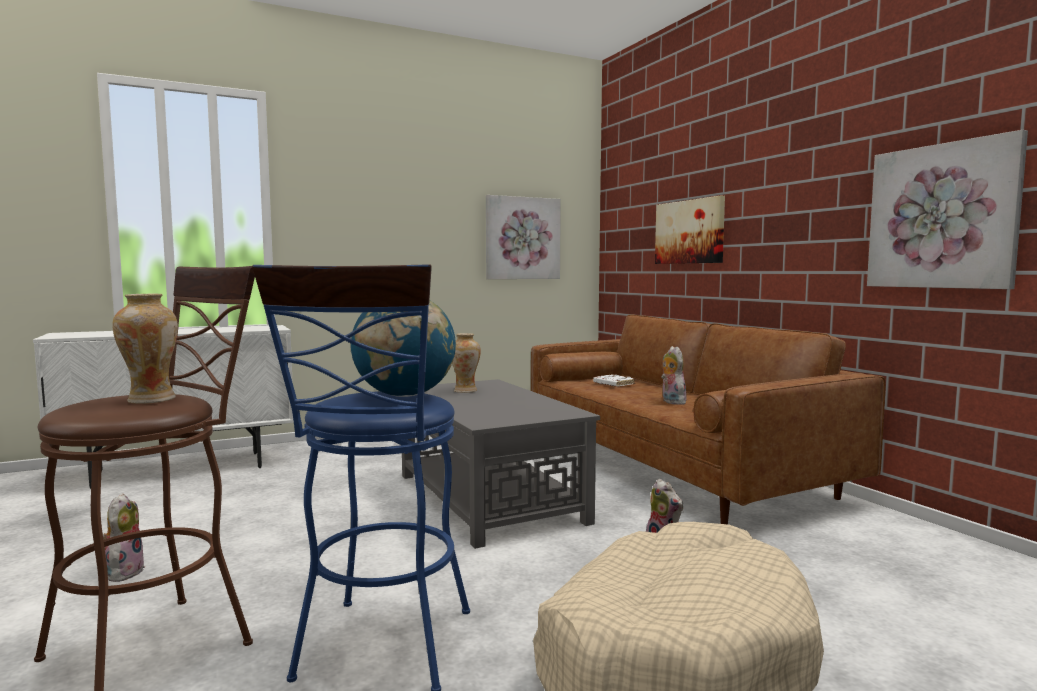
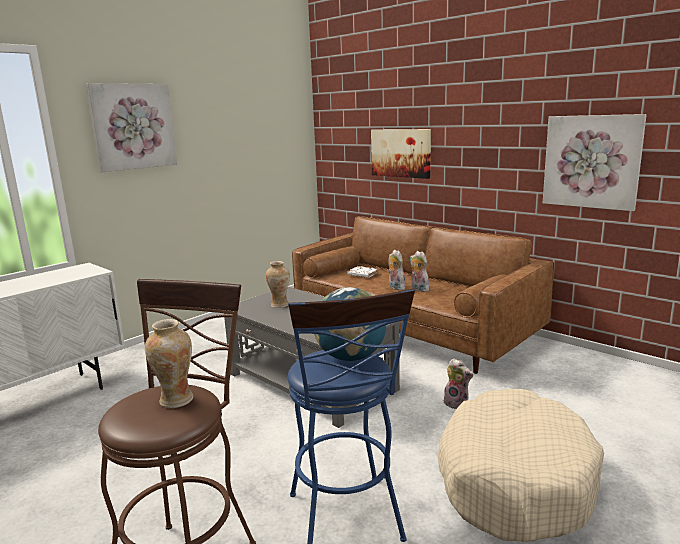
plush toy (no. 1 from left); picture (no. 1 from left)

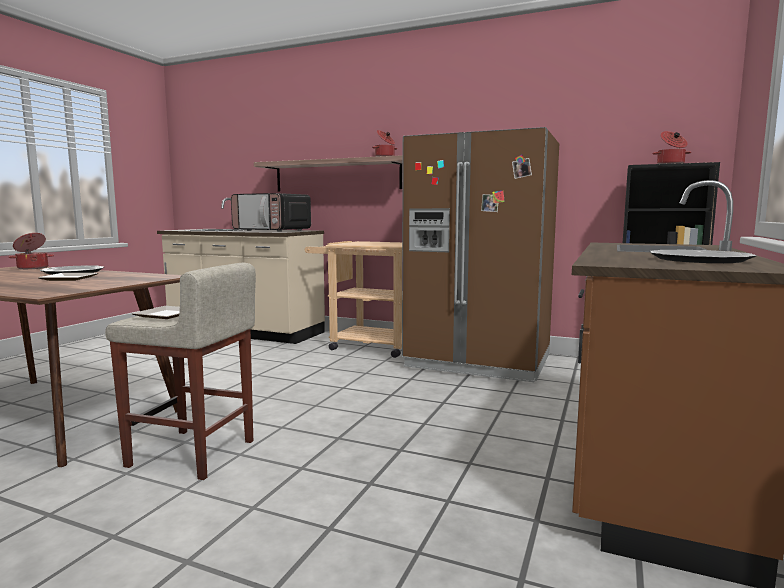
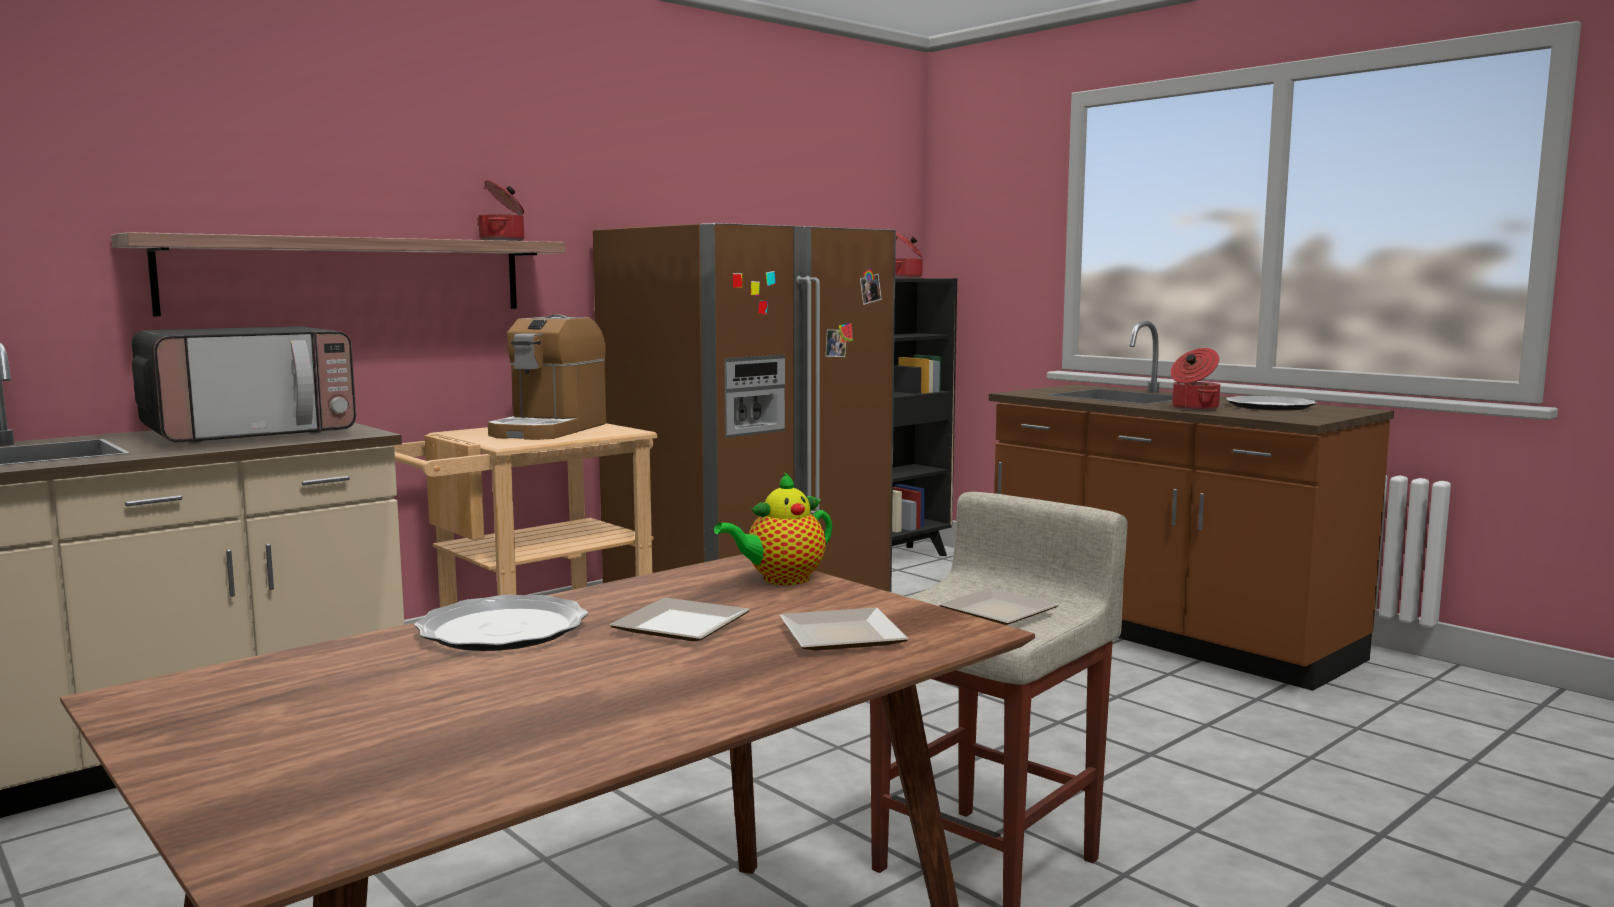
coffee machine; teapot; plate (no. 3 from left); cooking pot (no. 3 from left)

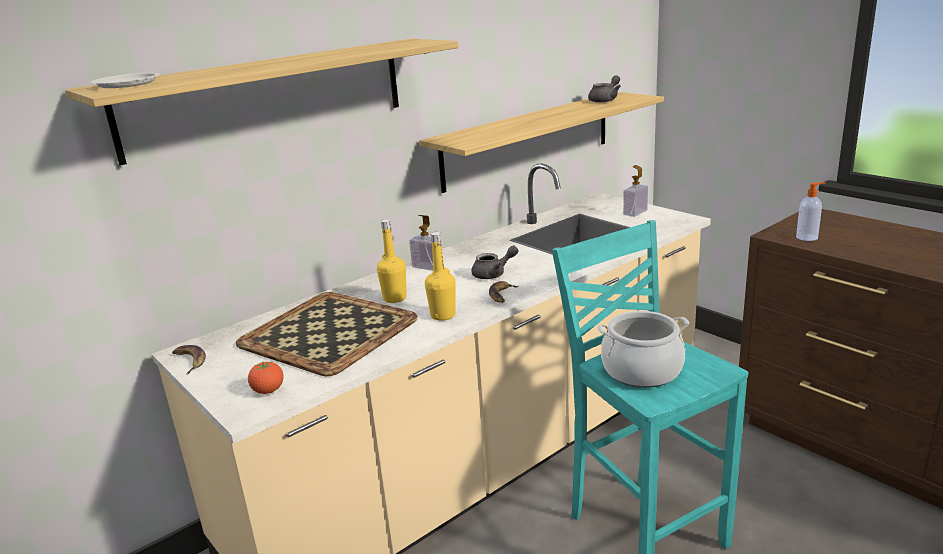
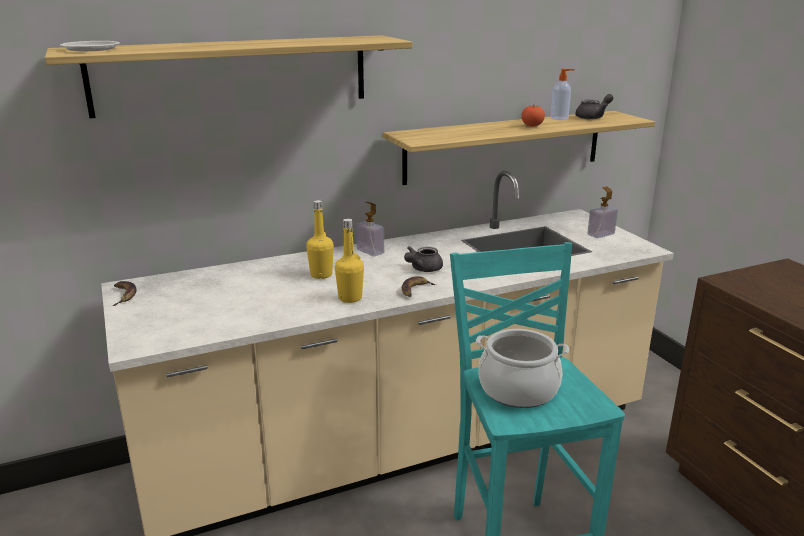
tray; tomato; soap dispenser (no. 2 from left); grey teapot (no. 1 from left)

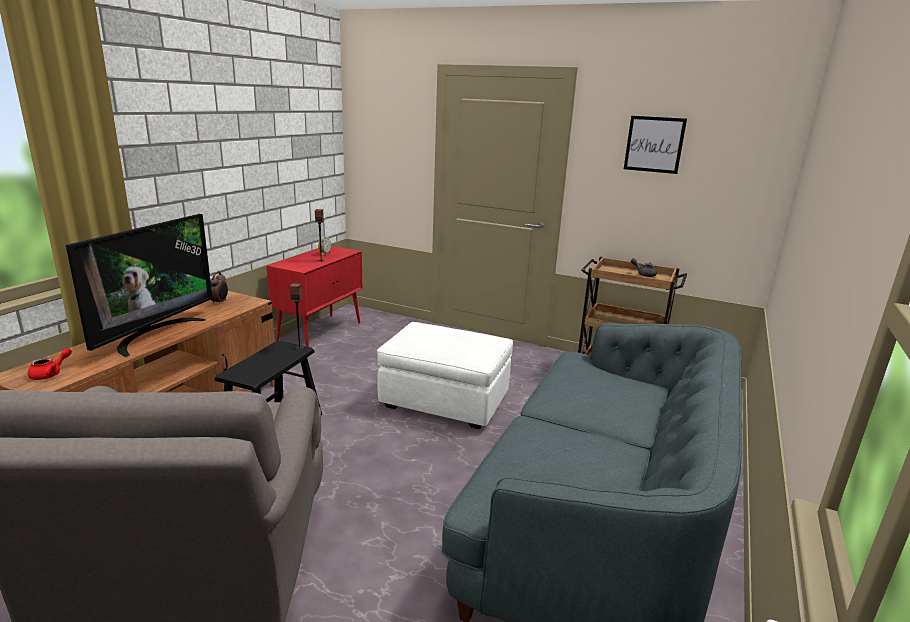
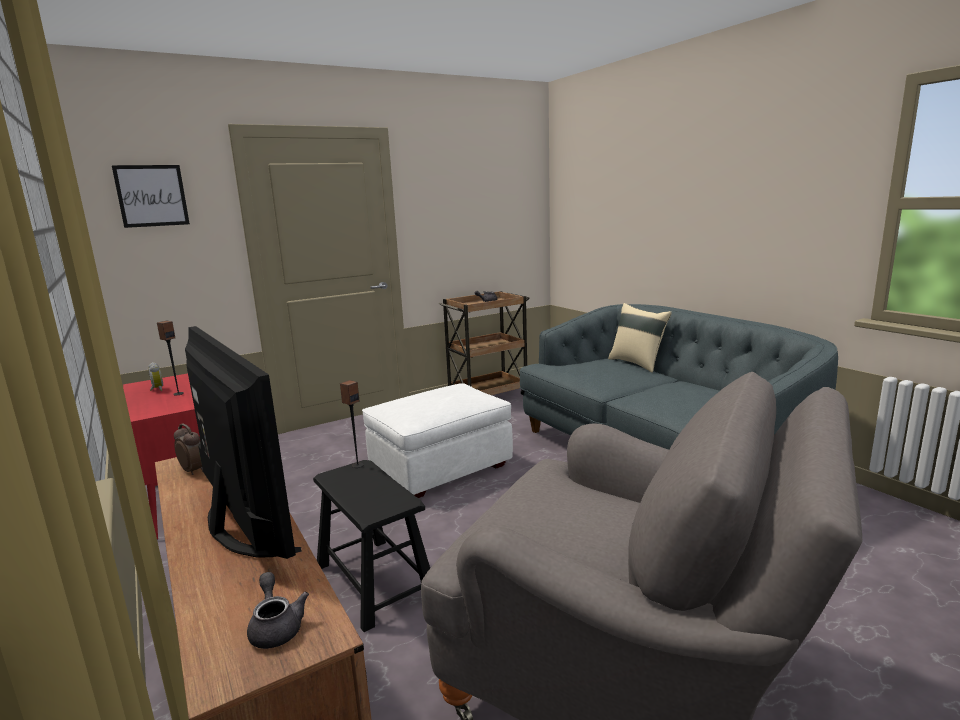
beige pillow; picture; grey teapot (no. 1 from left)

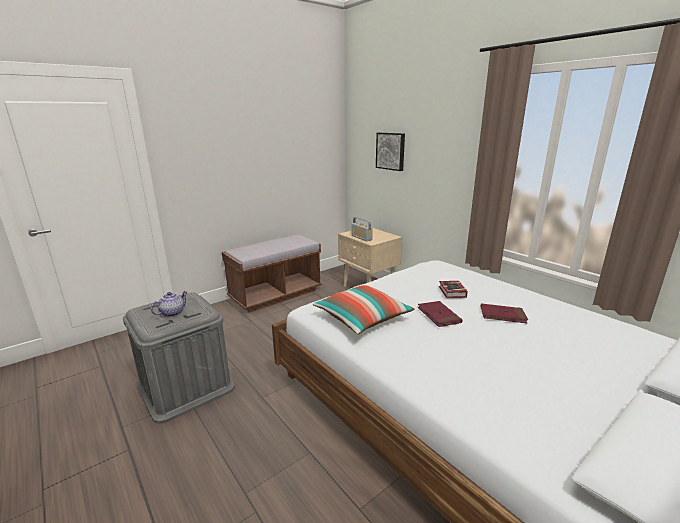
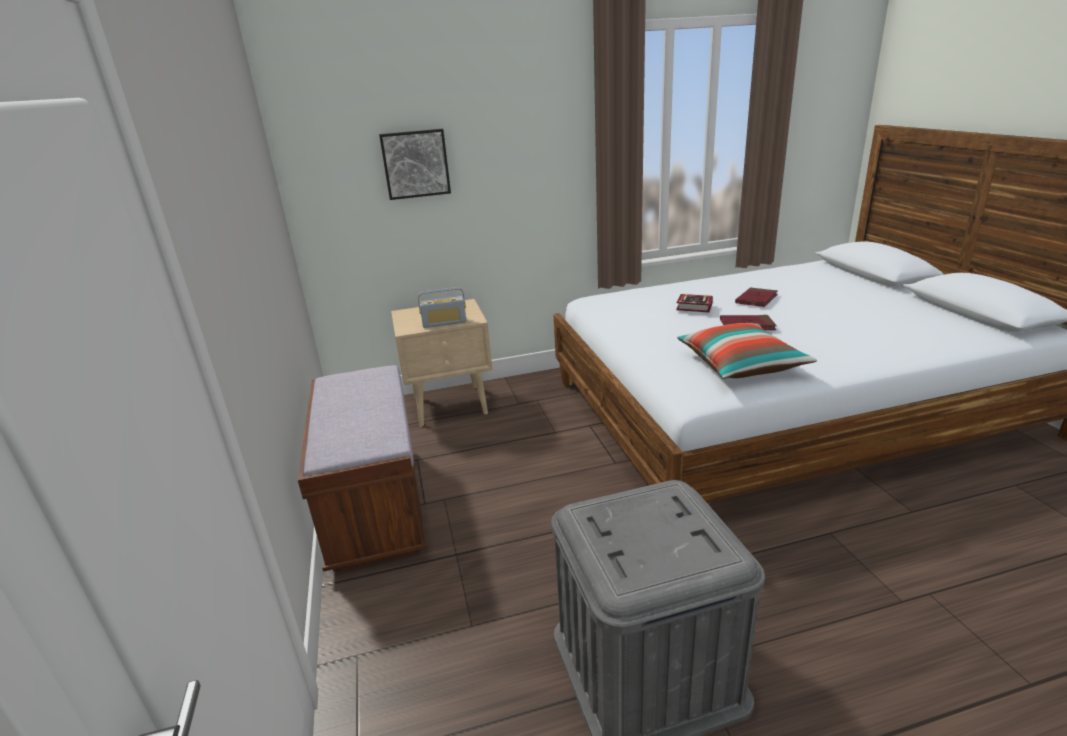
teapot

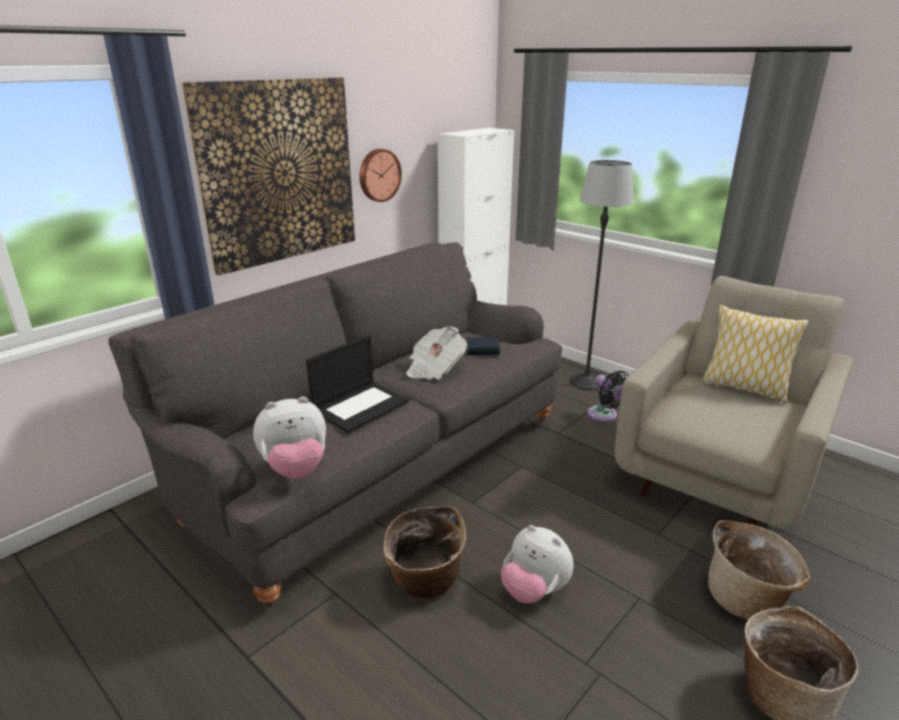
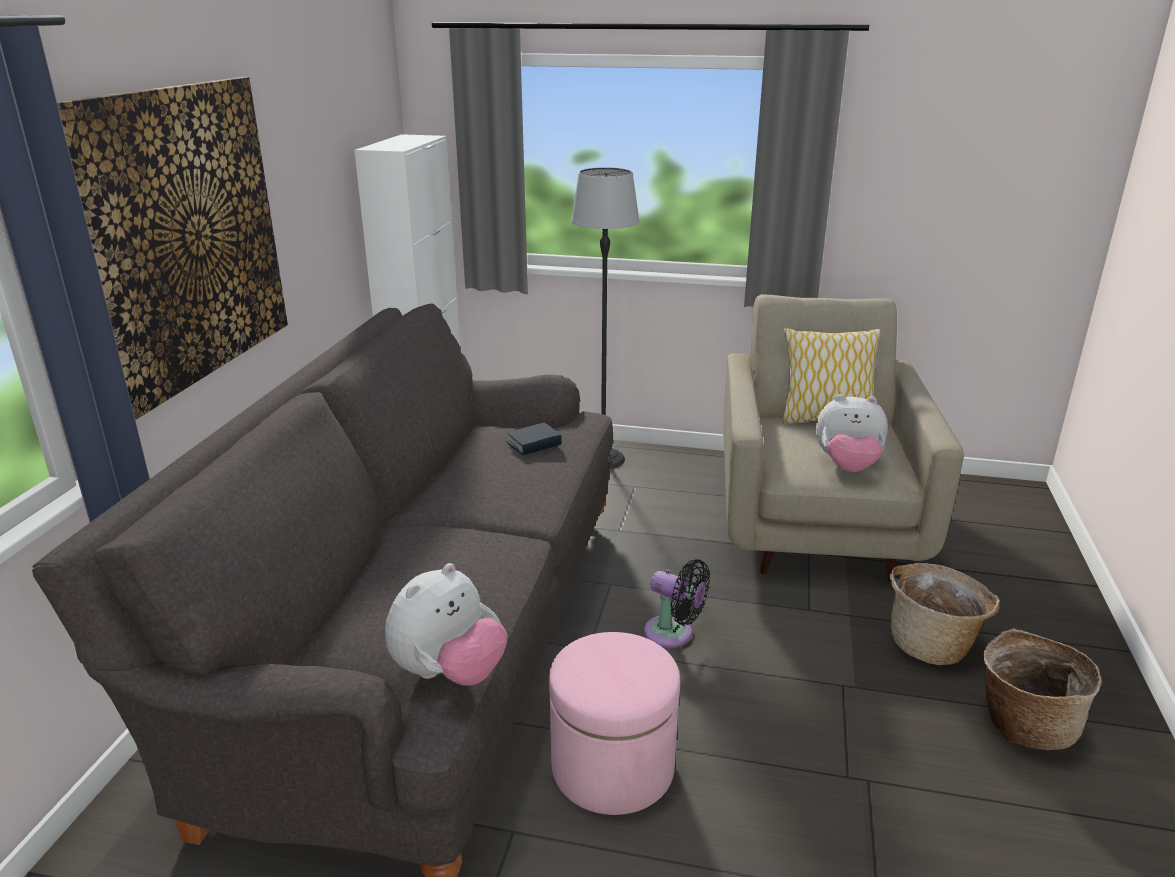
laptop; wall clock; newspaper; plush toy (no. 2 from left); black fan; pink ottoman

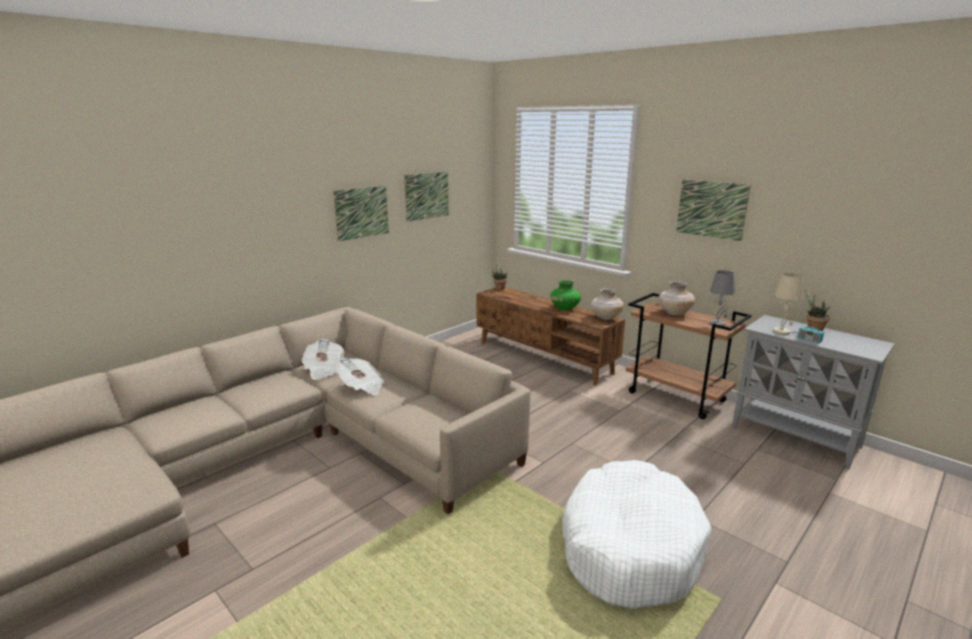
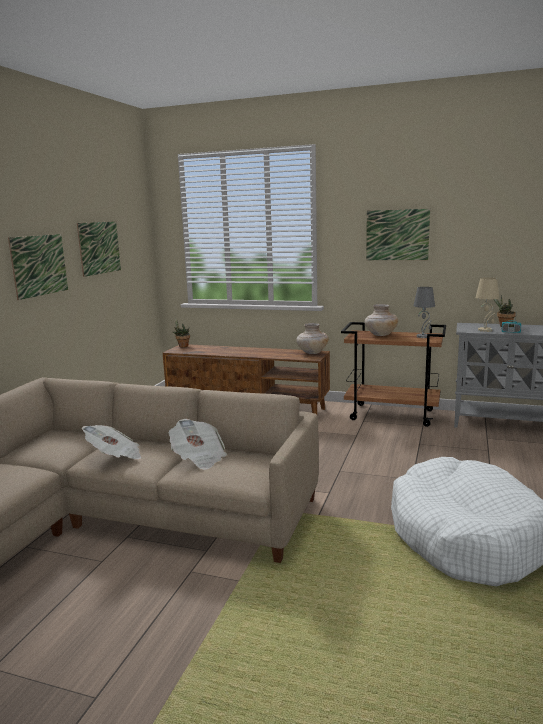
green vase; newspaper (no. 2 from left)

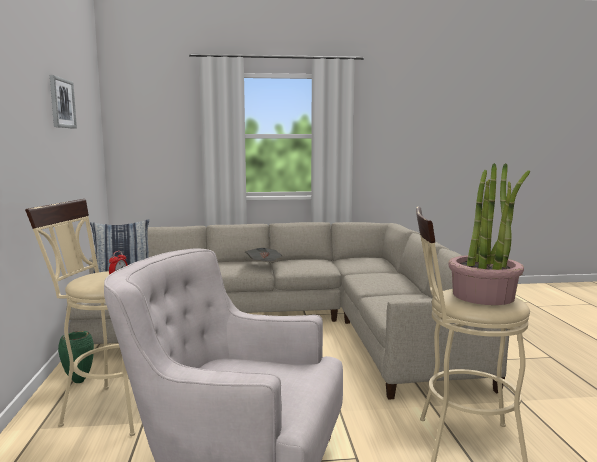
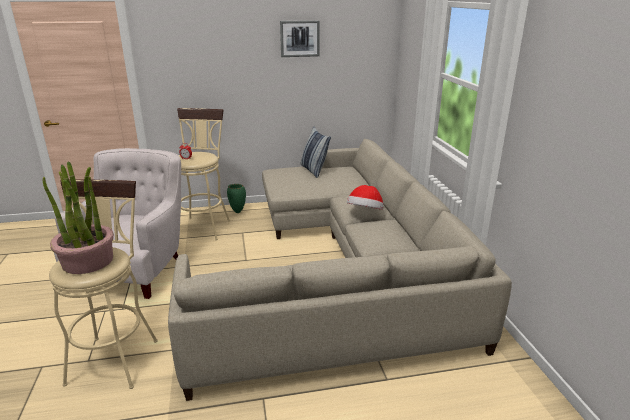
hat

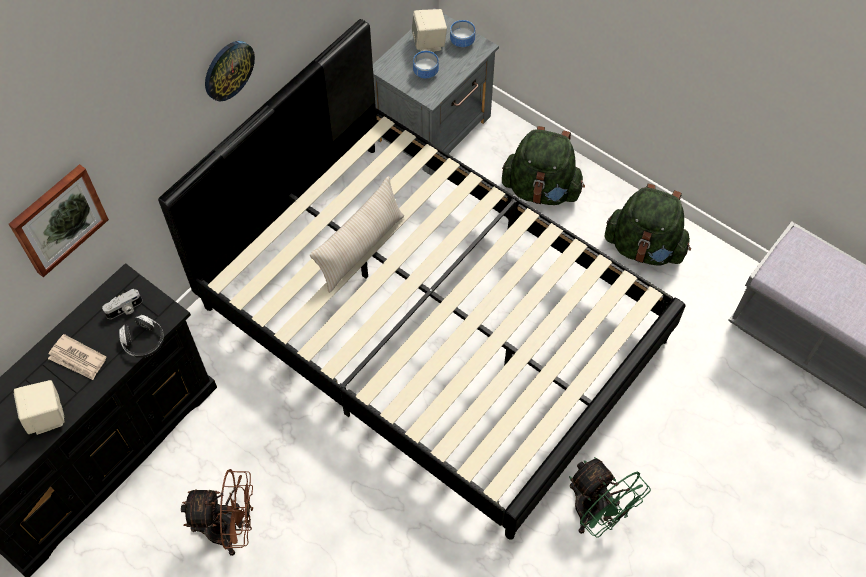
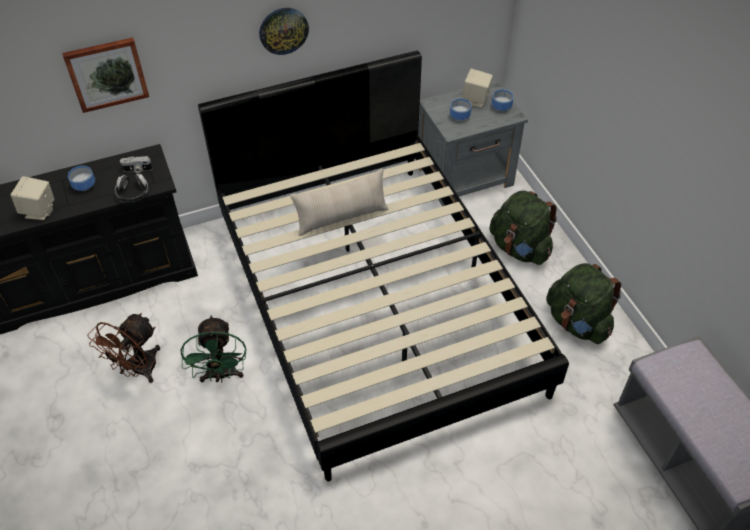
green fan; bowl (no. 1 from left); brown fan

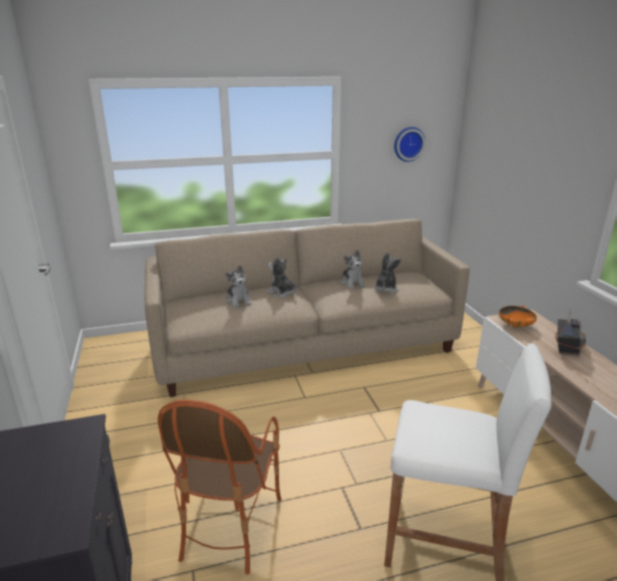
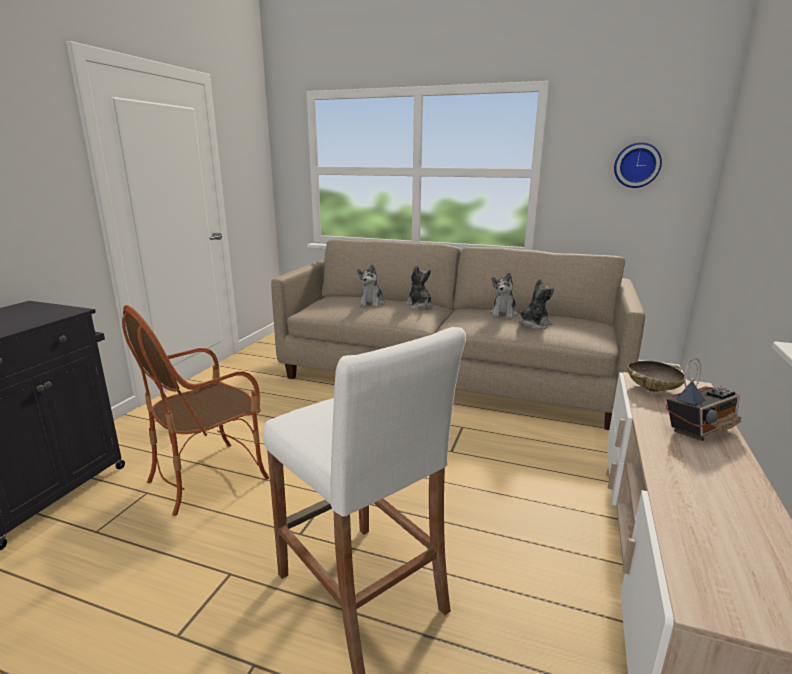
beige bowl

